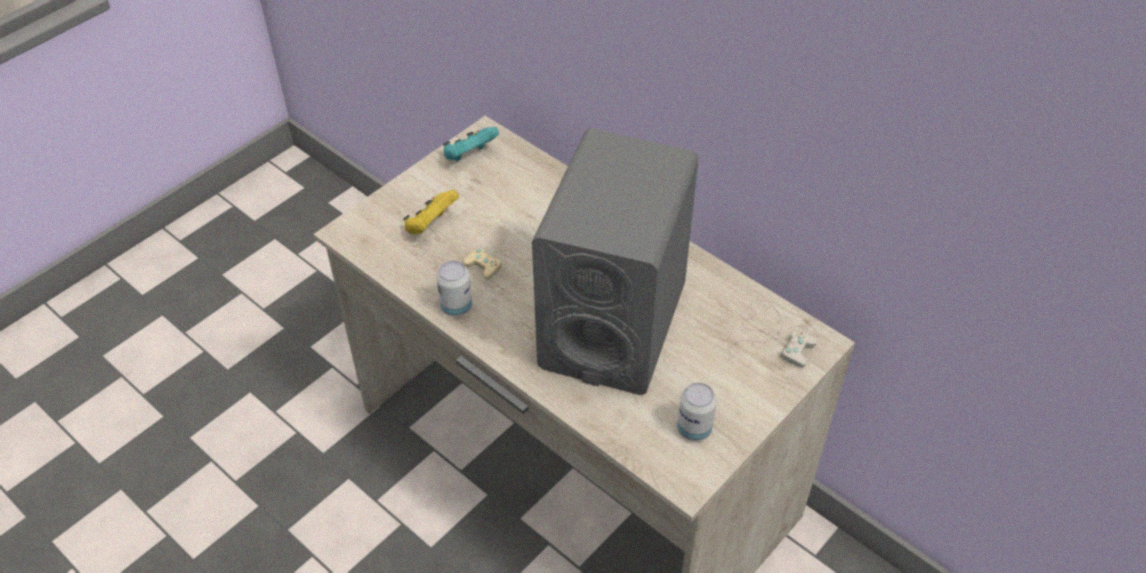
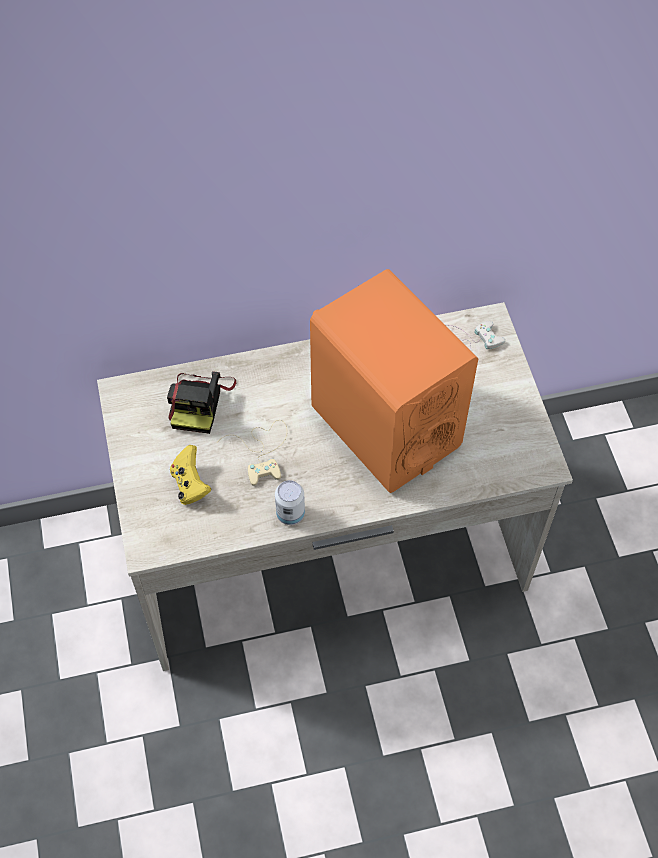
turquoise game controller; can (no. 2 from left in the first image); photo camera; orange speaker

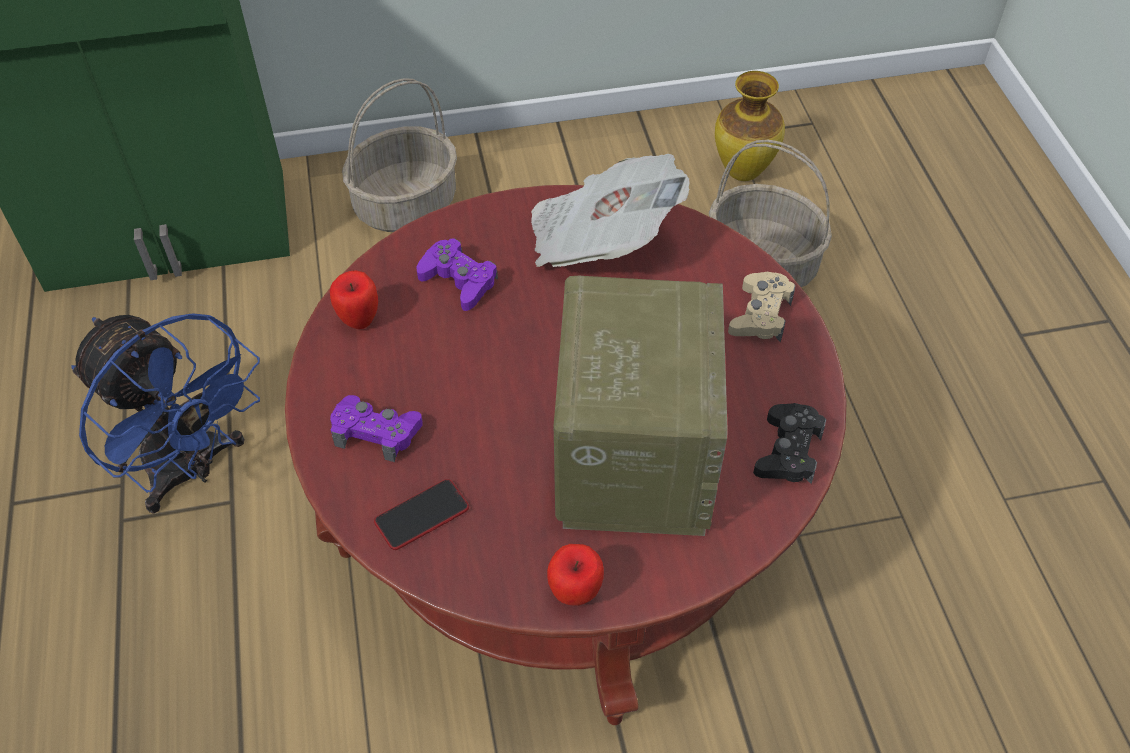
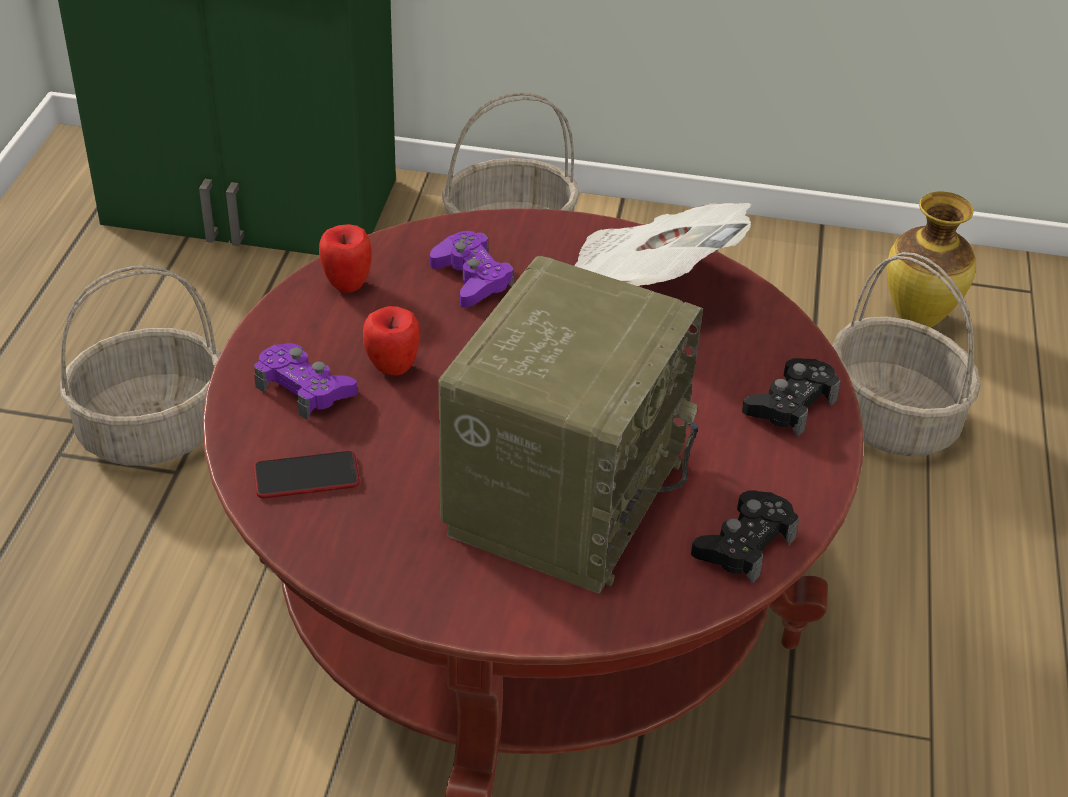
apple (no. 2 from left); basket (no. 1 from left); black game controller (no. 2 from left)

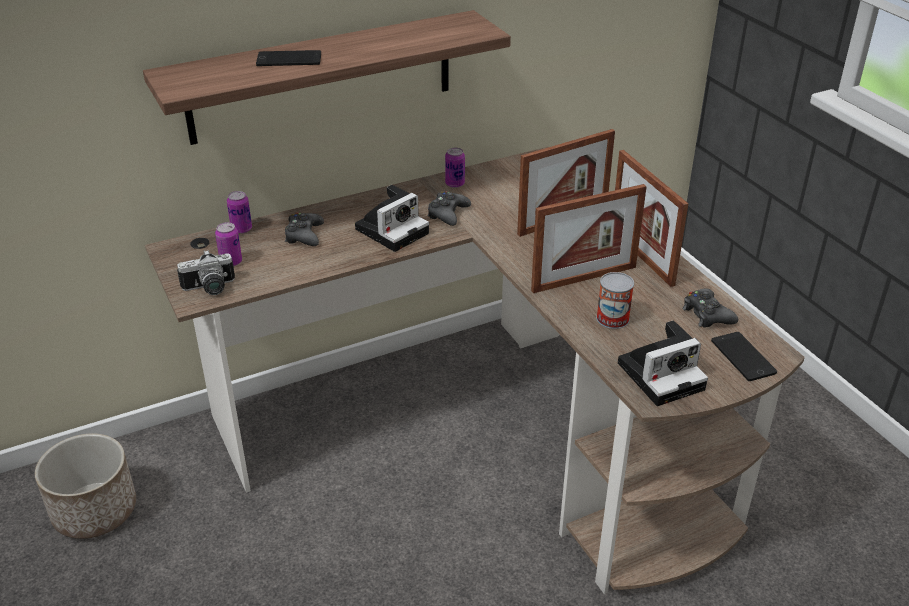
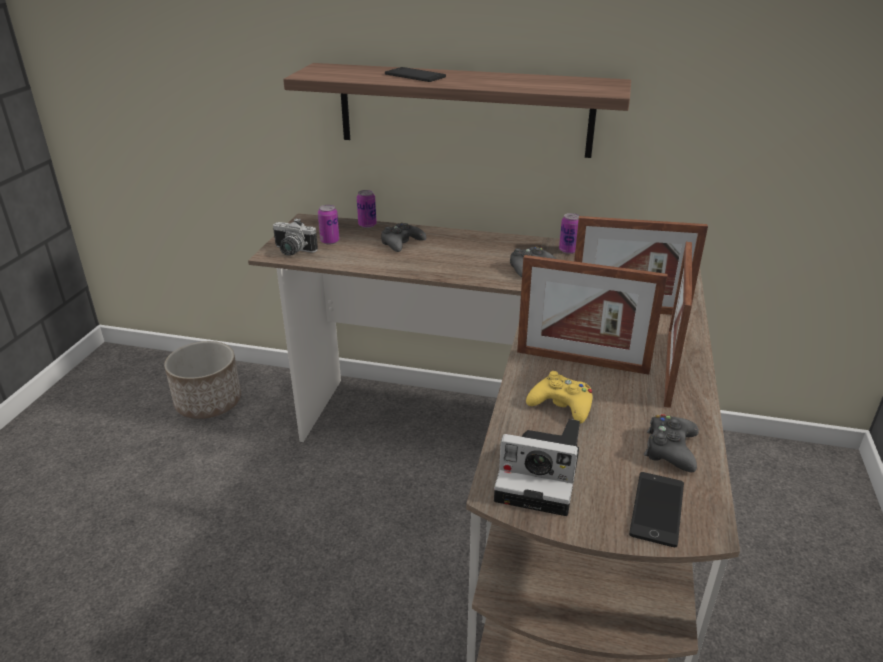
photo camera (no. 2 from left in the first image); yellow game controller

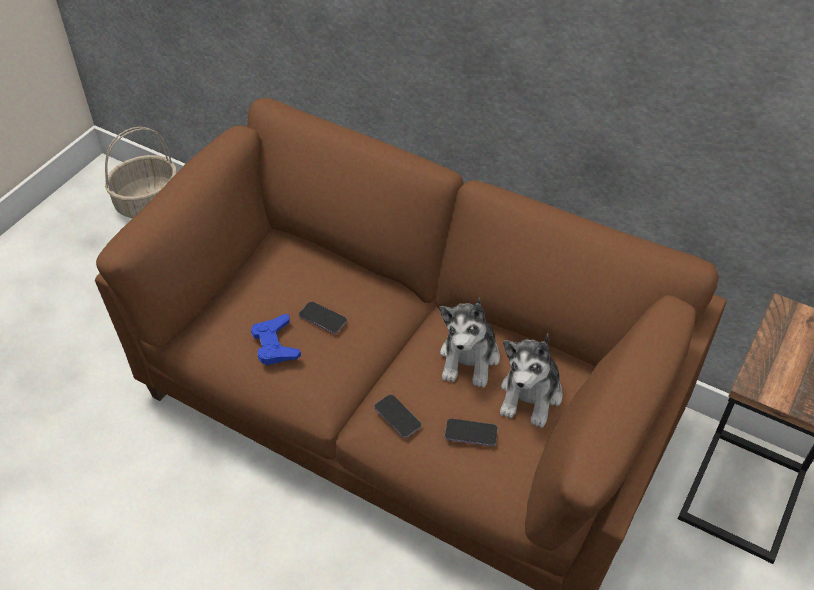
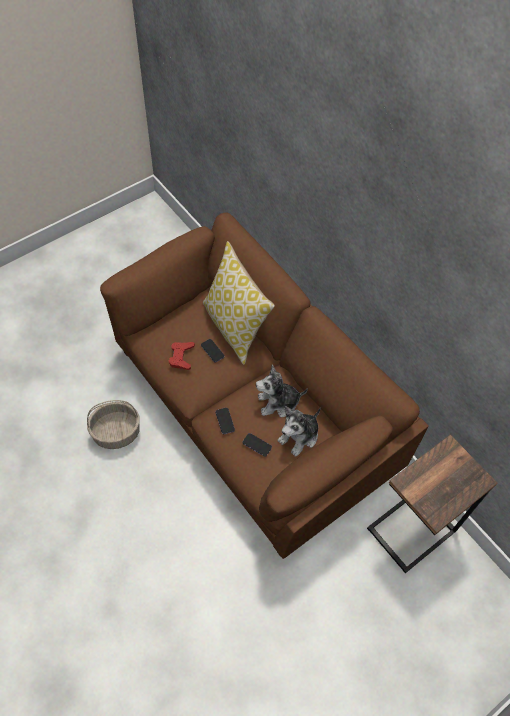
pillow; basket; red game controller; plush toy (no. 1 from left)

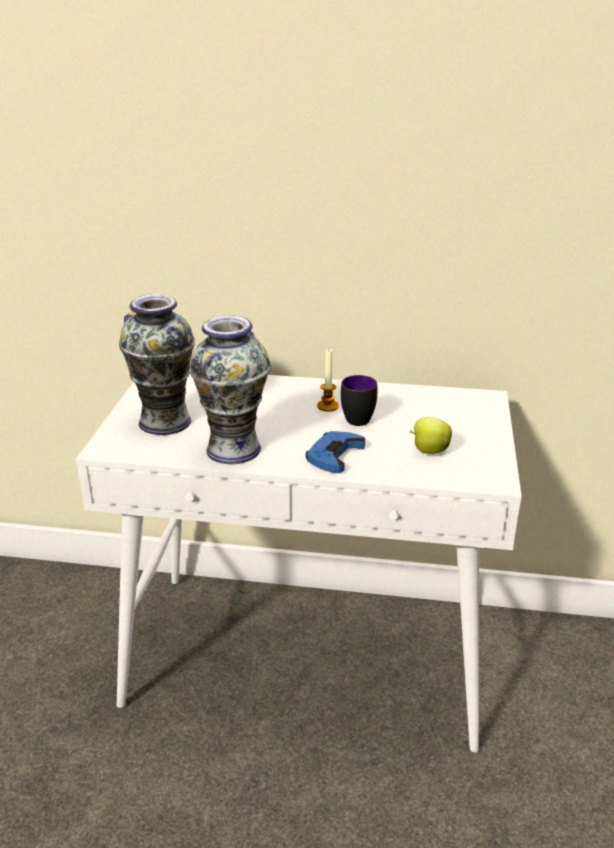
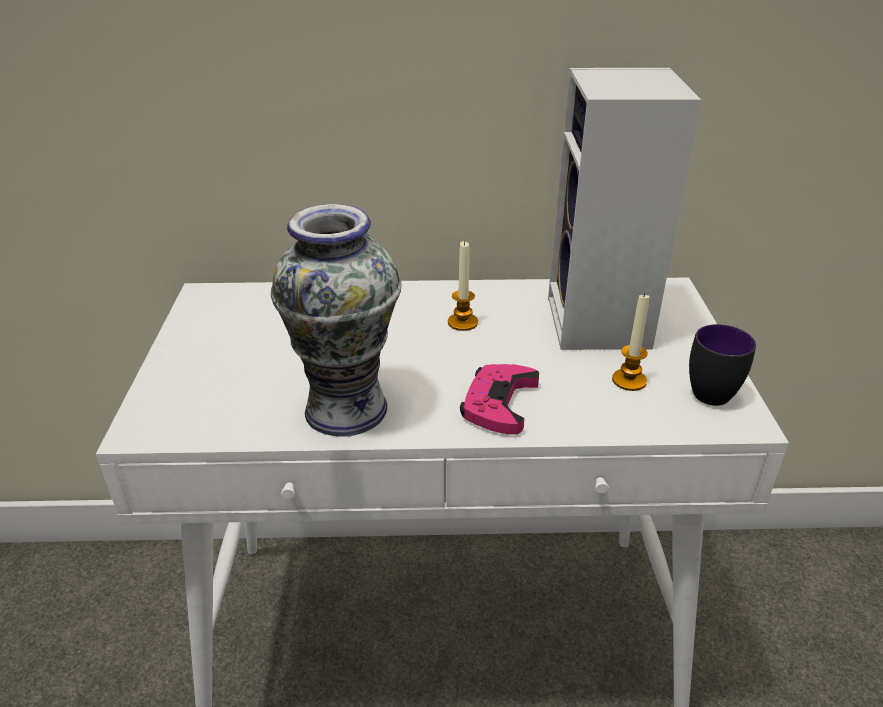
vase (no. 1 from left in the first image); speaker; mug; candle (no. 2 from left); pink game controller

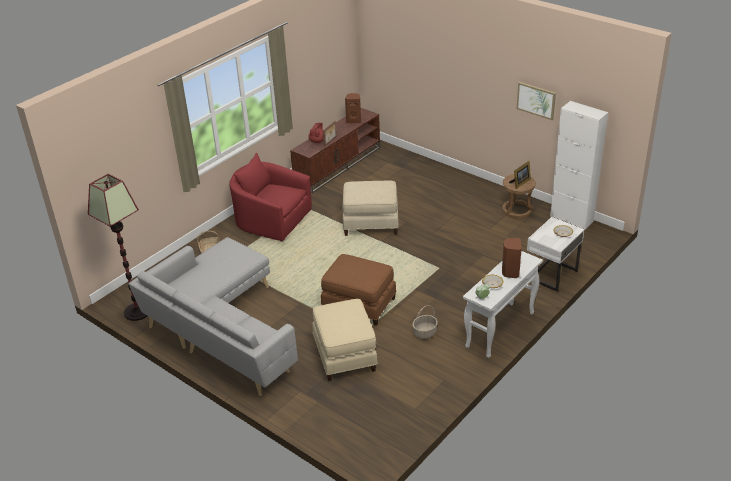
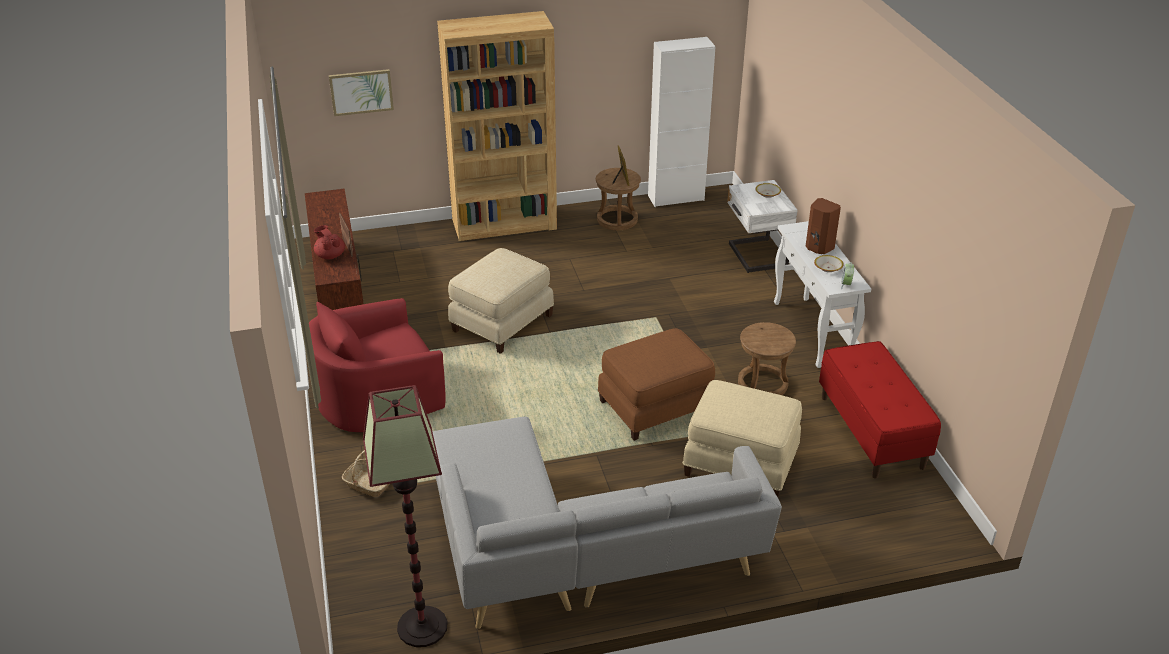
brown speaker (no. 1 from left in the first image); brown bookcase; red bench; picture; brown stool (no. 2 from left)

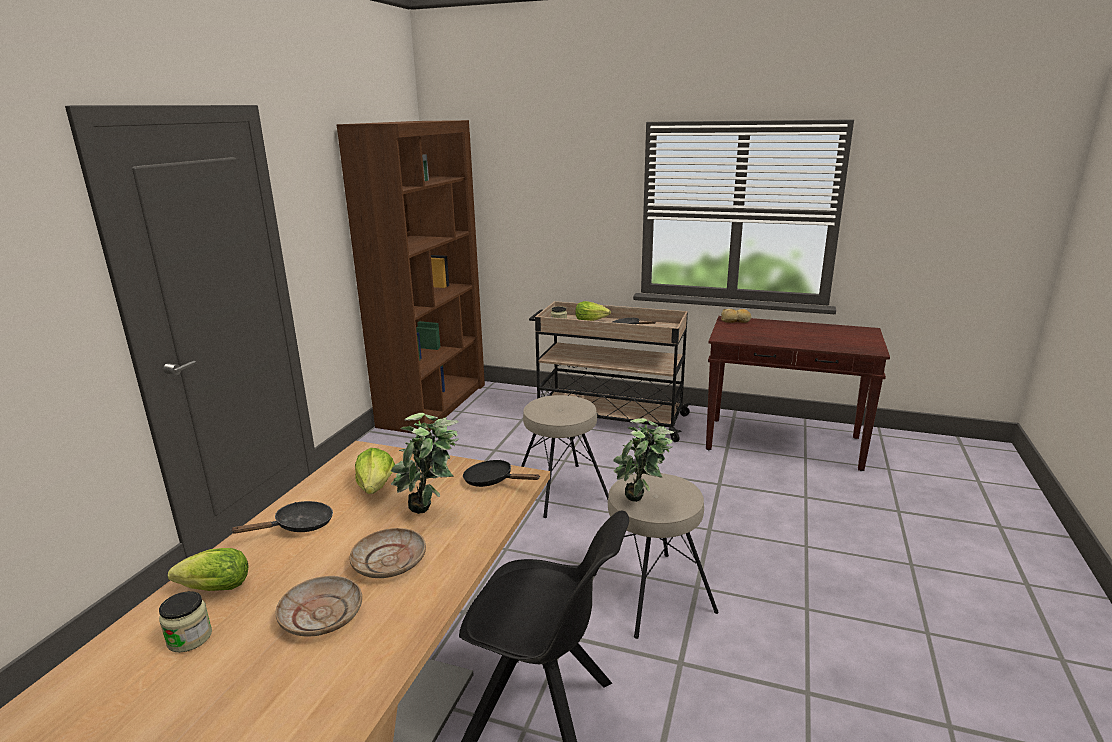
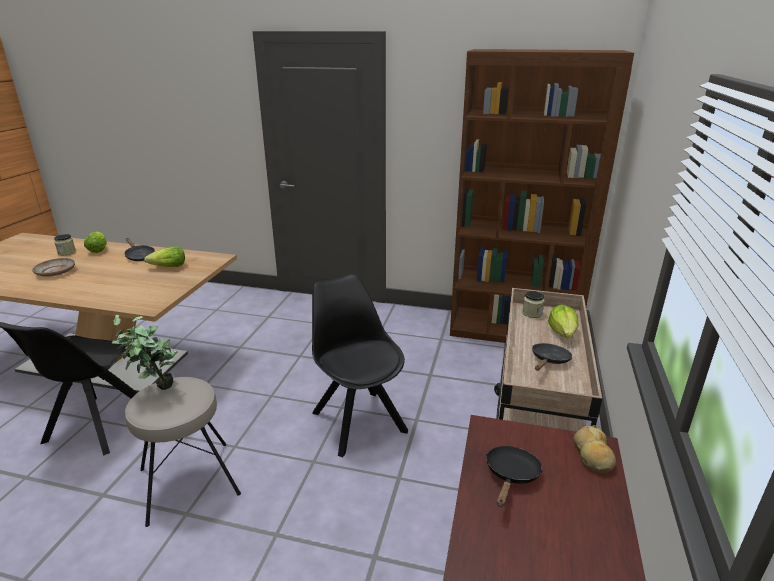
beige plate (no. 2 from left in the first image); potted plant (no. 1 from left in the first image); black frying pan (no. 2 from left); black chair (no. 2 from left)

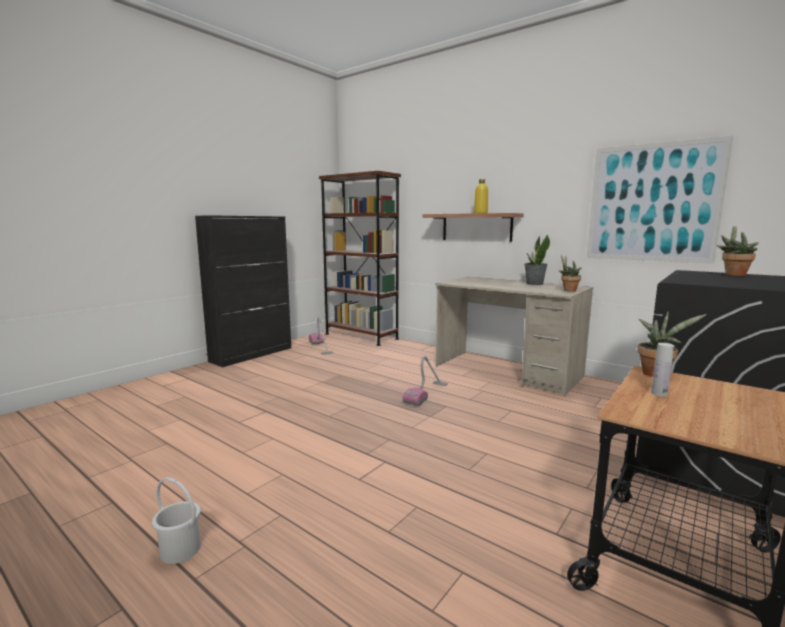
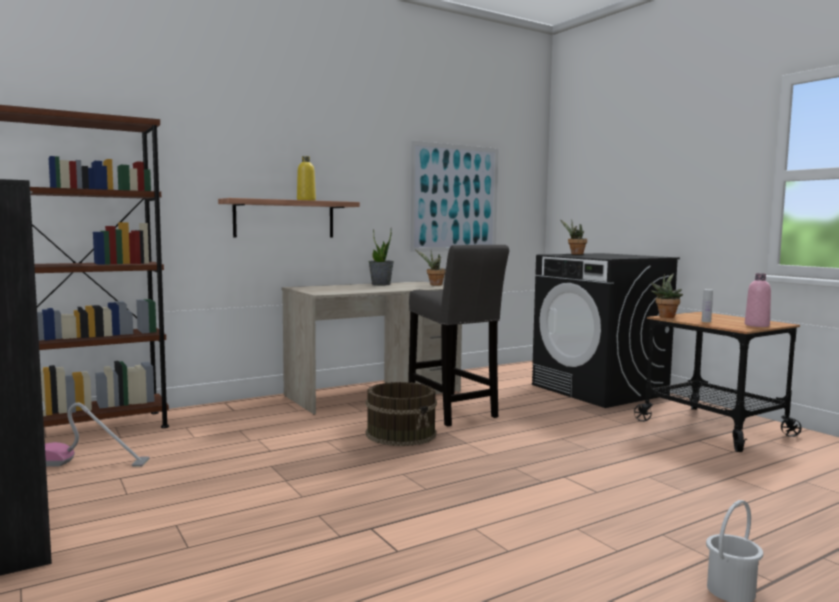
grey stool; pink bottle; brown bucket

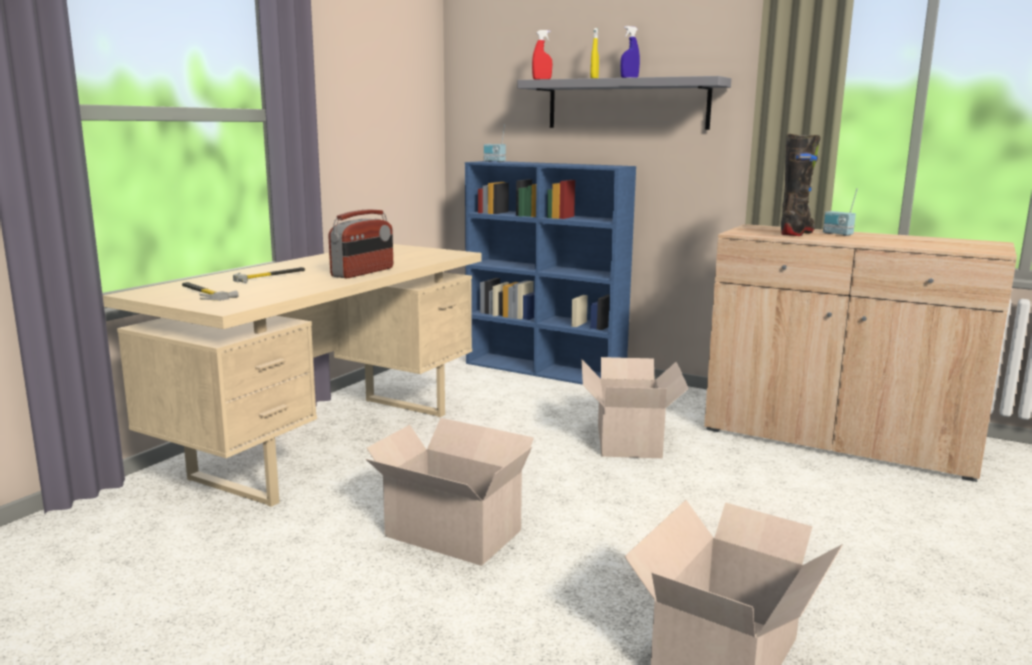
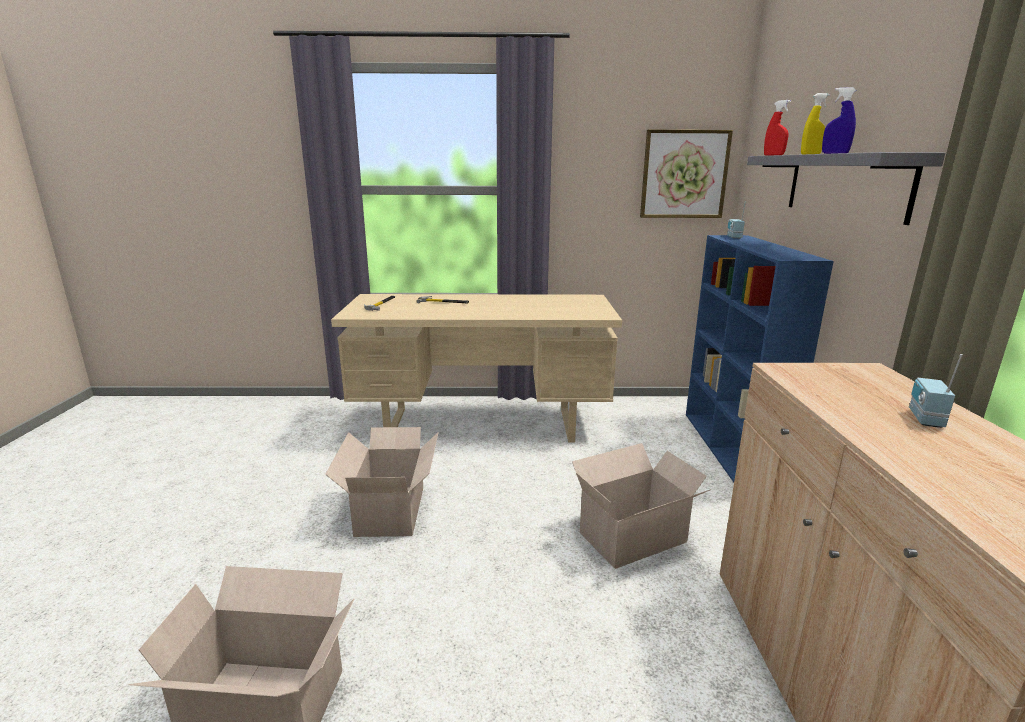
radio (no. 1 from left in the first image); black boot; picture

